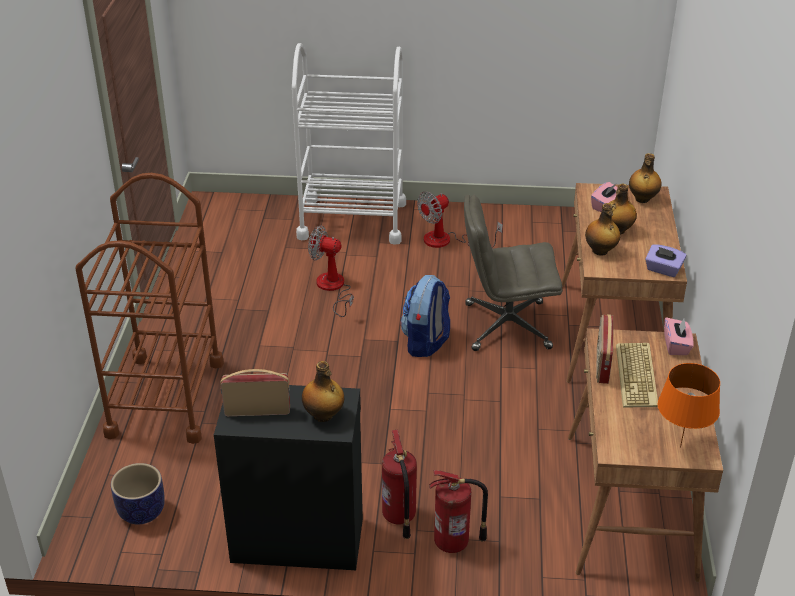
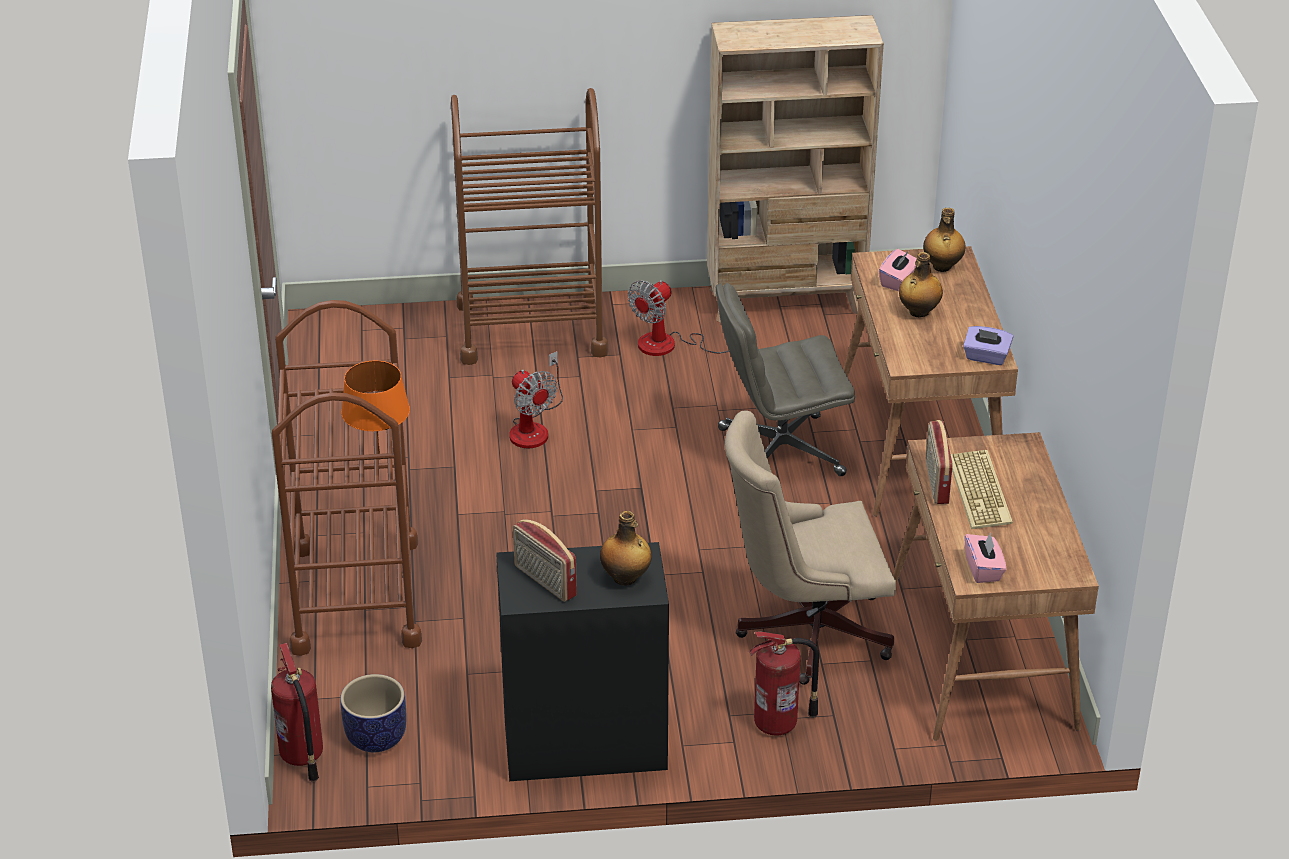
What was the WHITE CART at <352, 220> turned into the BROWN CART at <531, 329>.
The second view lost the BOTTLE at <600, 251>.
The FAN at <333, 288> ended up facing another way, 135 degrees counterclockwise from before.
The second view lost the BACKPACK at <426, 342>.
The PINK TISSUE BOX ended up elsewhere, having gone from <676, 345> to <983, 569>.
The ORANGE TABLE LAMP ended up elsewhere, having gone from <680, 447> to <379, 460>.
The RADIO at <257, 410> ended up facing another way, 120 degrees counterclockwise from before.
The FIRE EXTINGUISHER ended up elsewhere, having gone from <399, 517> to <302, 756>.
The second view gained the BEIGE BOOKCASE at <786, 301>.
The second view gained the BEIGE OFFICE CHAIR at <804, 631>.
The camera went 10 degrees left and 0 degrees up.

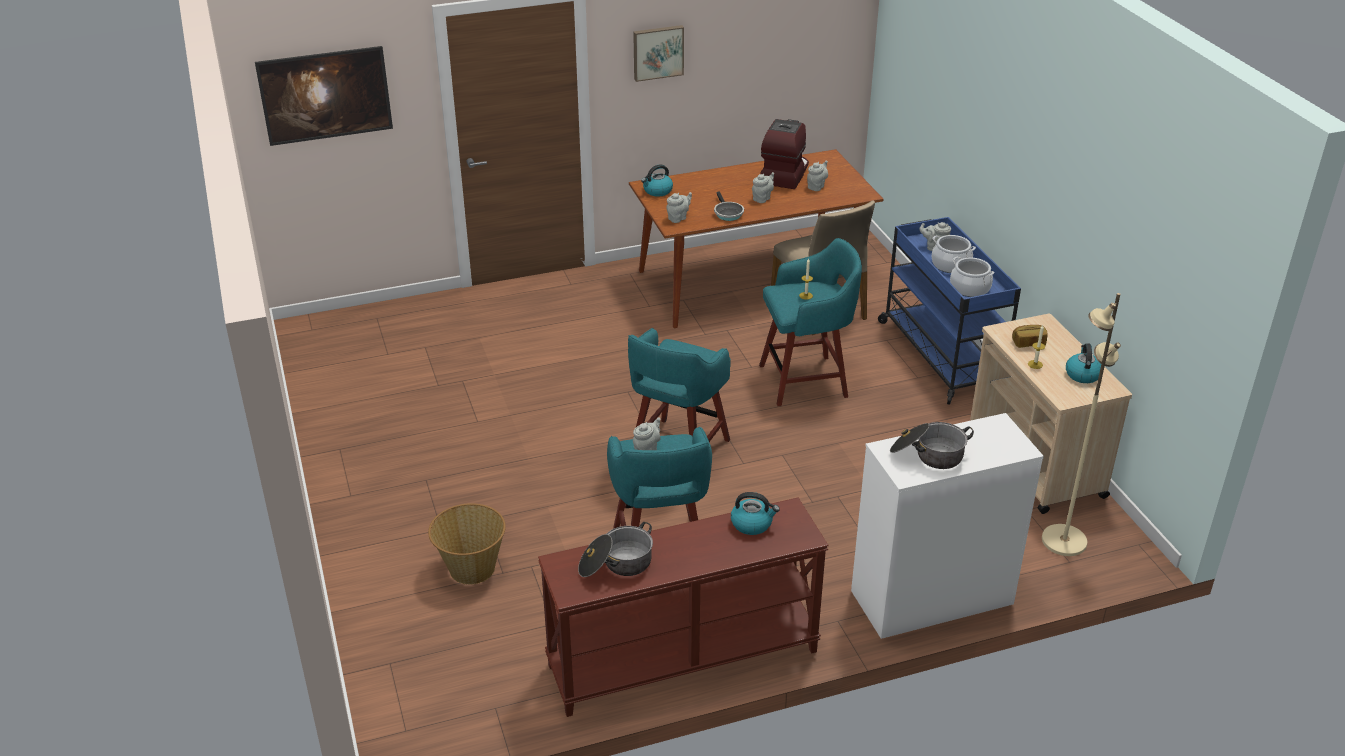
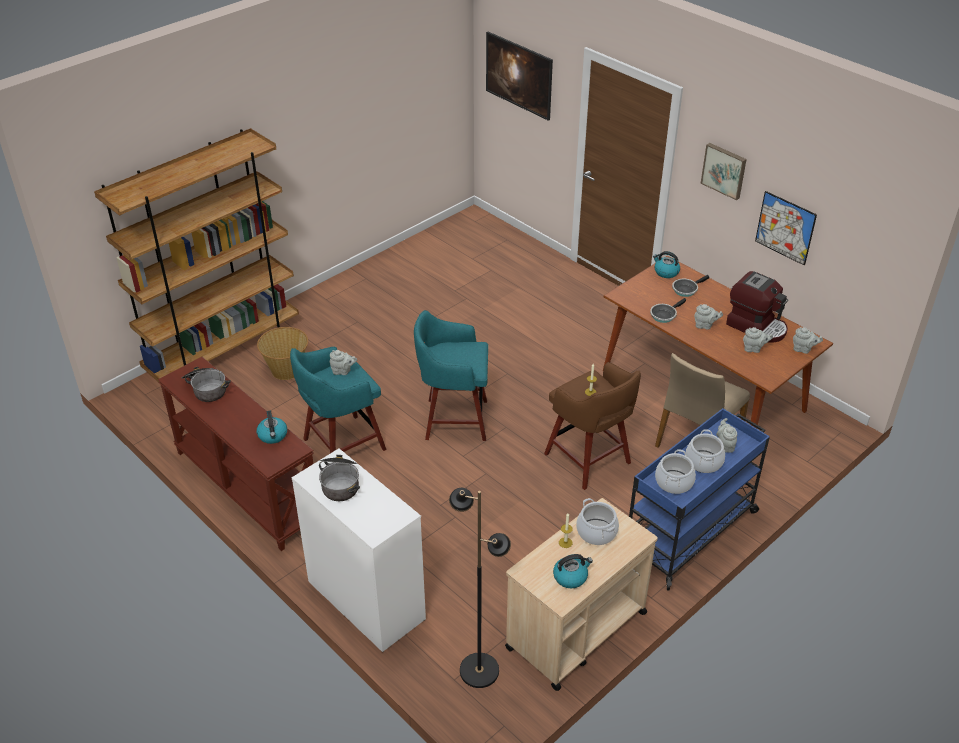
The COFFEE MACHINE at <784, 174> ended up facing another way, 45 degrees clockwise from before.
The GREY TEAPOT ended up elsewhere, having gone from <678, 218> to <803, 349>.
What was the TURQUOISE STOOL at <806, 381> turned into the BROWN STOOL at <589, 460>.
What was the BEIGE FLOOR LAMP at <1063, 540> turned into the BLACK FLOOR LAMP at <479, 670>.
Where the BREAD stood at <1028, 343>, the COOKING POT came to stand at <596, 532>.
The second view gained the BROWN BOOKCASE at <224, 351>.
The second view gained the PICTURE at <785, 228>.
The second view gained the FRYING PAN at <686, 289>.
The camera went 65 degrees right and 5 degrees up.

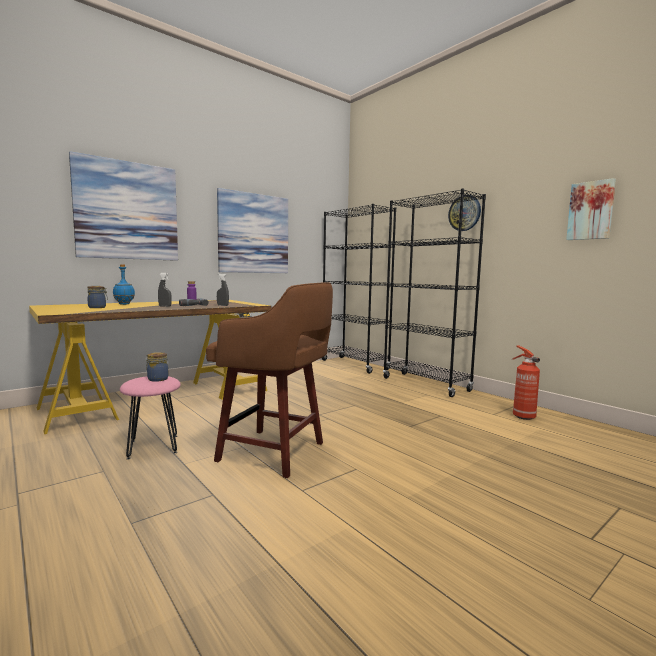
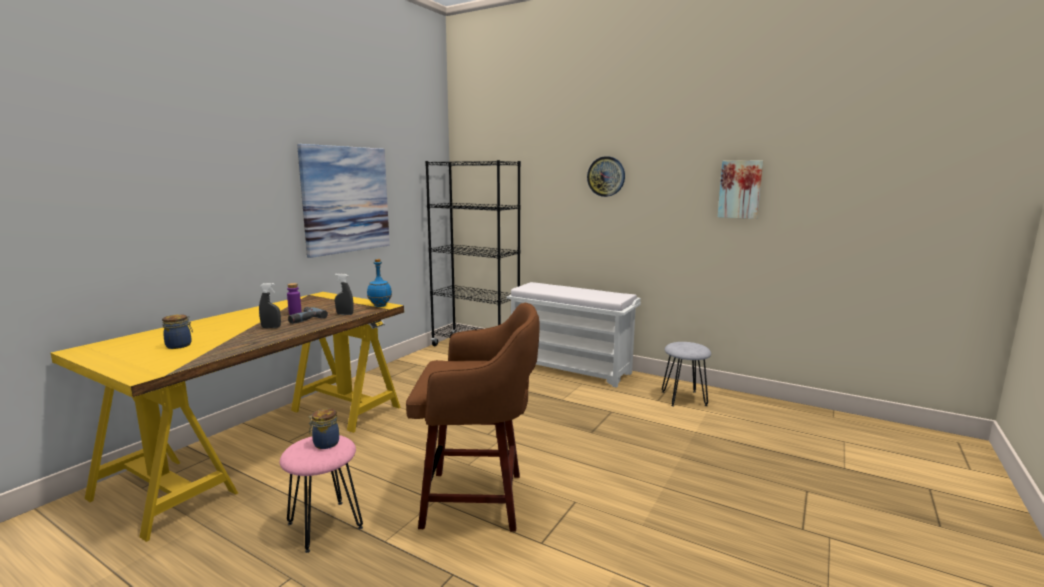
The second view lost the PICTURE at <127, 211>.
Where the BLACK BOOKCASE stood at <425, 384>, the WHITE BENCH came to stand at <571, 368>.
The BLUE BOTTLE ended up elsewhere, having gone from <124, 304> to <379, 306>.
Where the FIRE EXTINGUISHER stood at <522, 416>, the GREY STOOL came to stand at <684, 398>.
The camera went 20 degrees left and 5 degrees up.

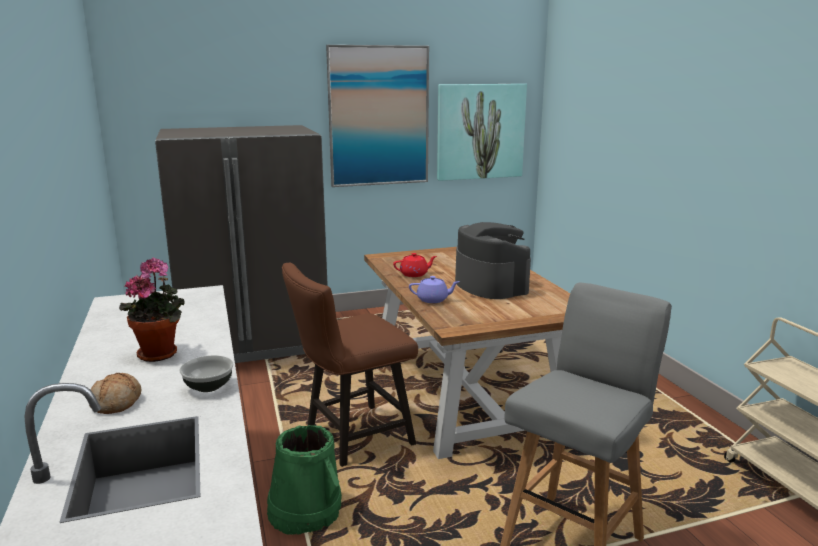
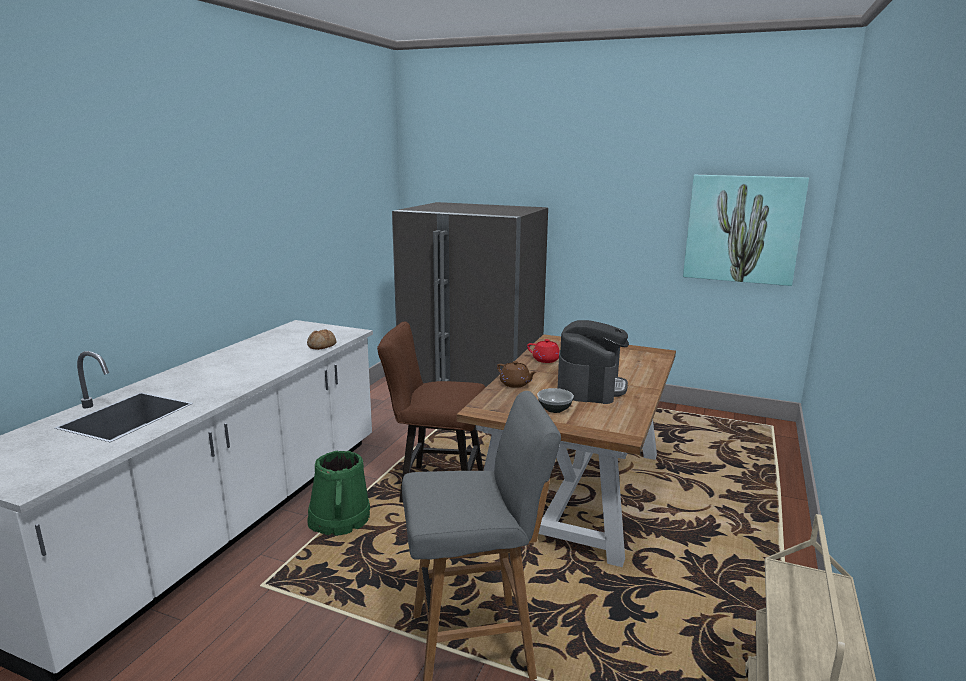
The second view lost the PICTURE at <379, 116>.
The second view lost the POTTED PLANT at <160, 353>.
What was the PURPLE TEAPOT at <433, 300> turned into the BROWN TEAPOT at <515, 384>.
The BOWL ended up elsewhere, having gone from <208, 386> to <554, 409>.
The BREAD ended up elsewhere, having gone from <117, 403> to <322, 346>.
The camera went 40 degrees right and 0 degrees up.

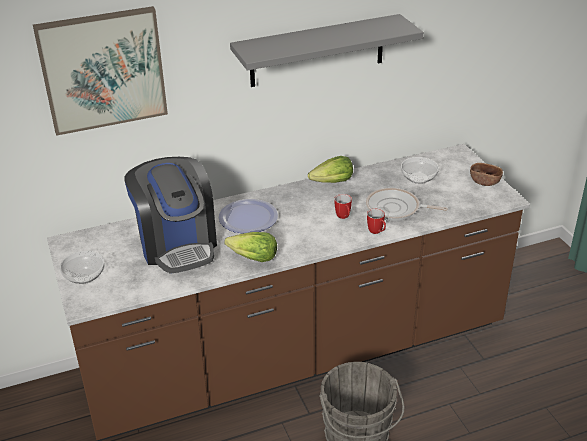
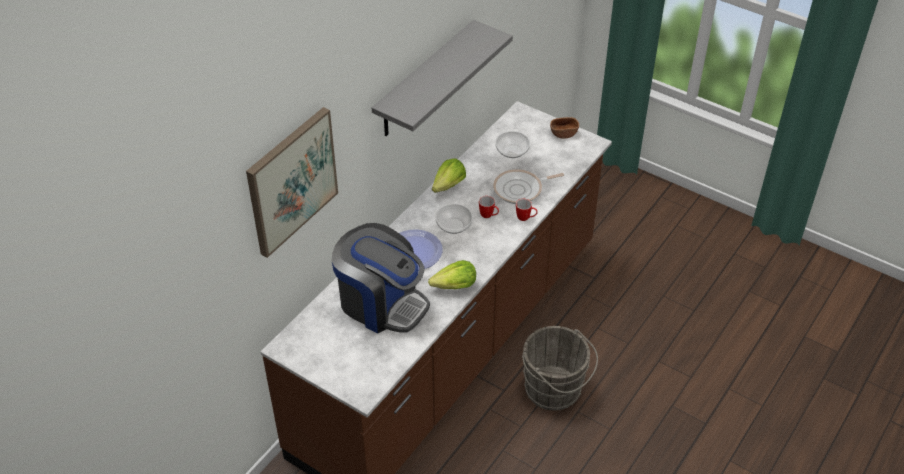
The BOWL ended up elsewhere, having gone from <84, 276> to <453, 226>.
The camera went 35 degrees left and 10 degrees up.

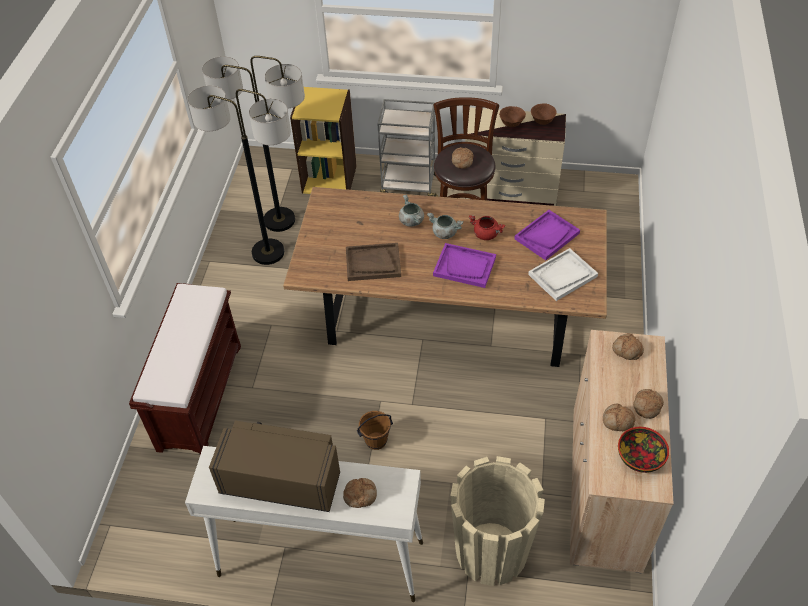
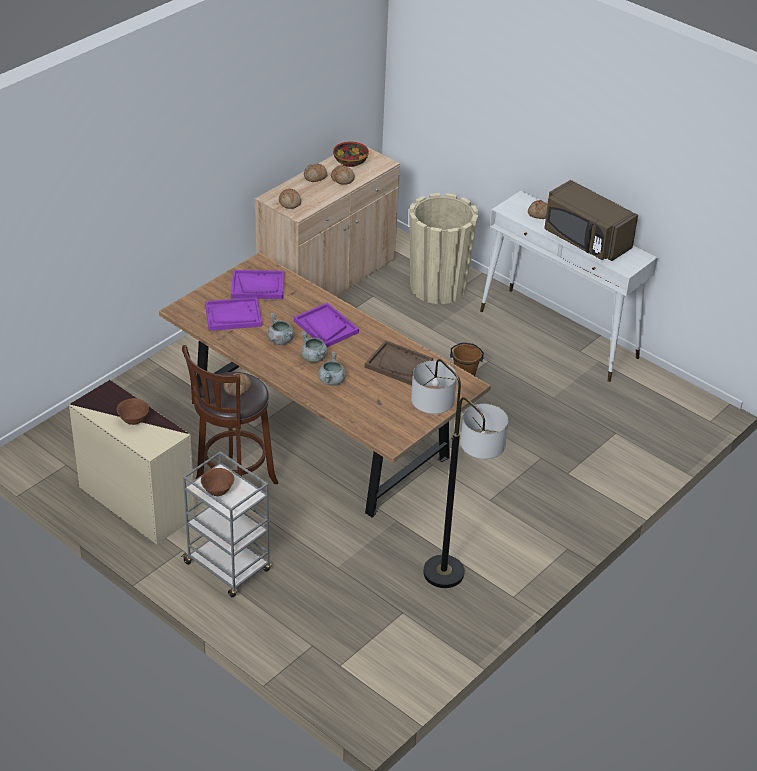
The second view lost the FLOOR LAMP at <279, 220>.
The second view lost the YELLOW BOOKCASE at <329, 179>.
The BROWN BOWL ended up elsewhere, having gone from <542, 122> to <218, 491>.
What was the RED COOKING POT at <486, 234> turned into the GREY COOKING POT at <280, 340>.
What was the WHITE TRAY at <562, 276> turned into the PURPLE TRAY at <258, 286>.
The second view lost the BROWN BENCH at <200, 395>.
The camera went 150 degrees left and 10 degrees down.

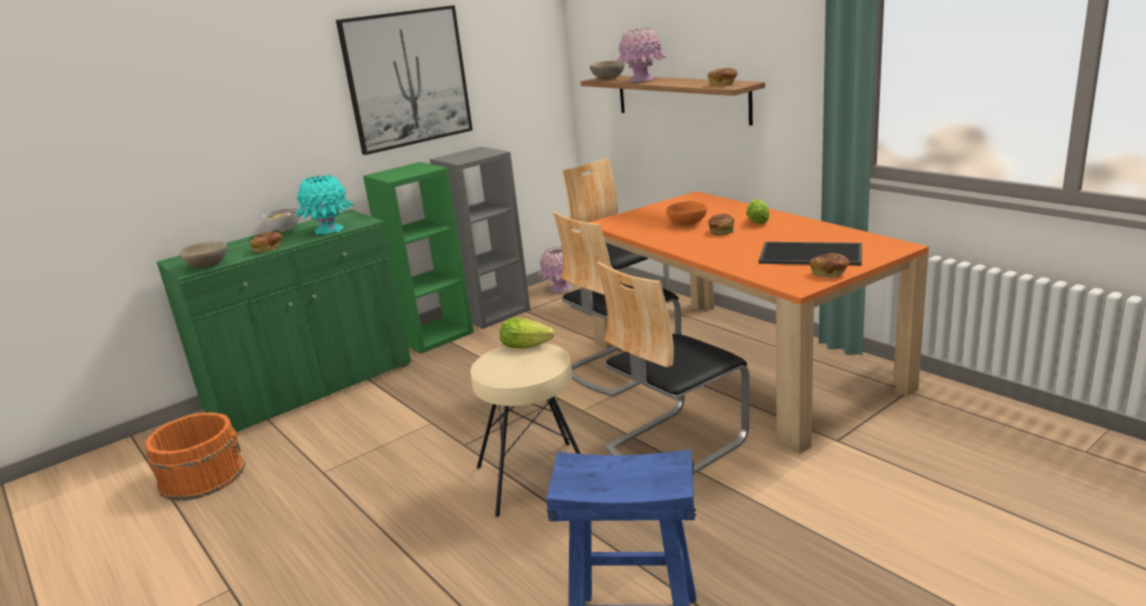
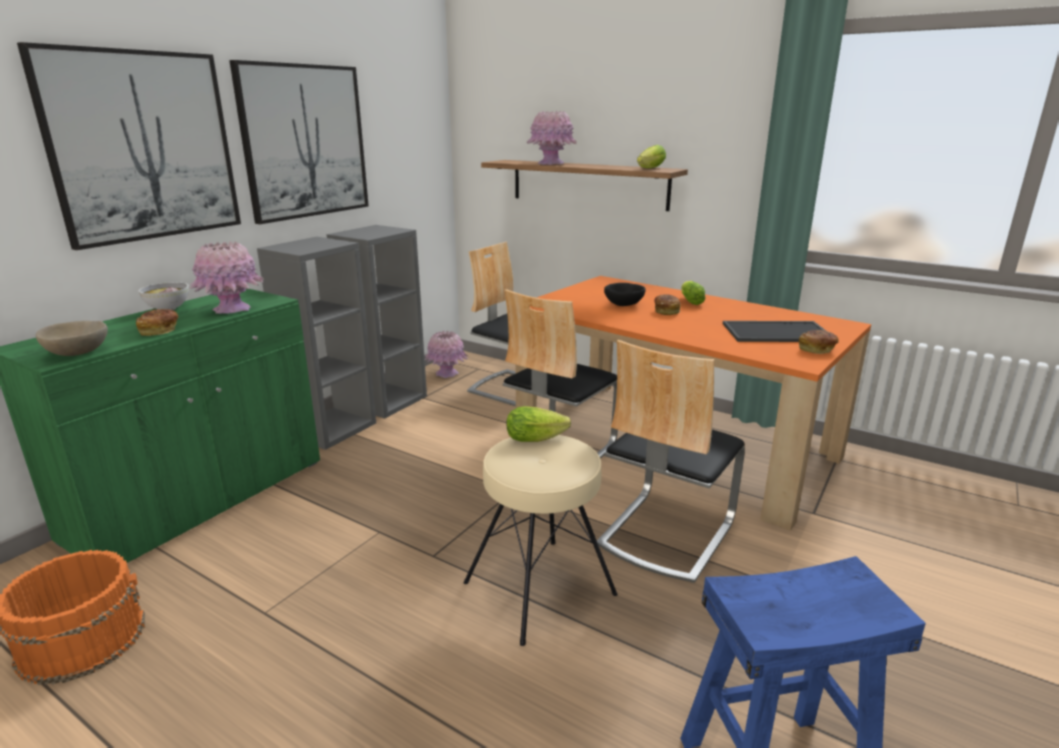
The second view lost the BEIGE BOWL at <607, 79>.
Where the BREAD stood at <723, 84>, the LETTUCE came to stand at <649, 169>.
What was the GREEN BOOKCASE at <434, 335> turned into the GREY BOOKCASE at <332, 428>.
What was the TURQUOISE VASE at <329, 230> turned into the PINK VASE at <232, 309>.
What was the ORANGE BOWL at <687, 223> turned into the BLACK BOWL at <624, 304>.
The second view gained the PICTURE at <143, 147>.
The camera went 20 degrees left and 0 degrees up.

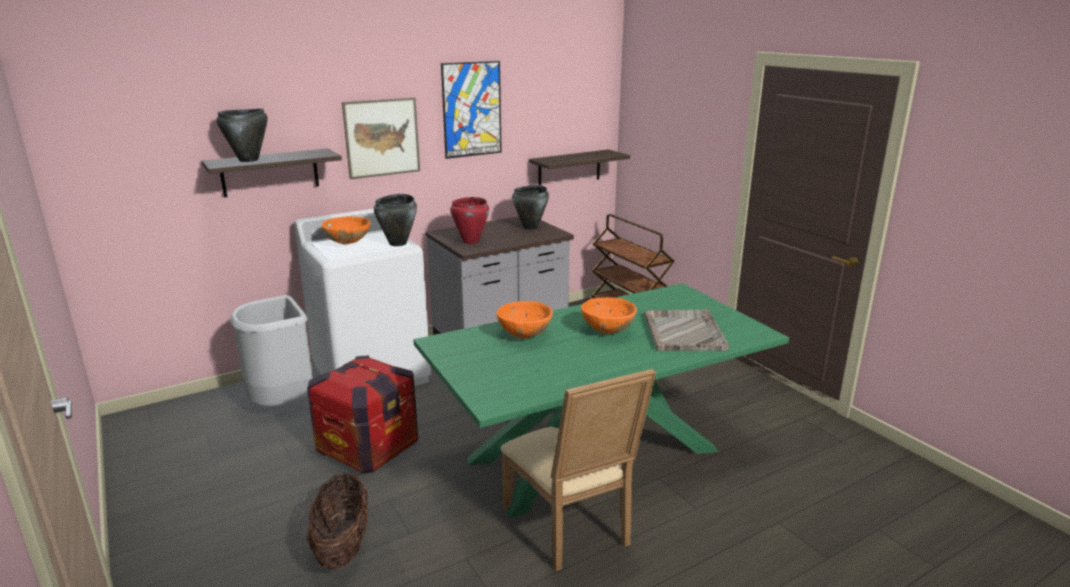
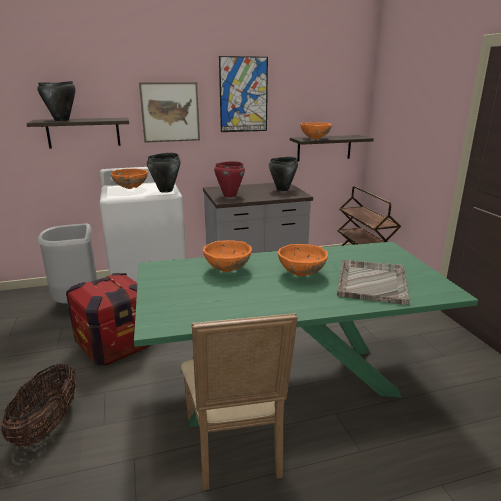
The second view gained the ORANGE BOWL at <315, 139>.
The camera went 15 degrees right and 0 degrees up.

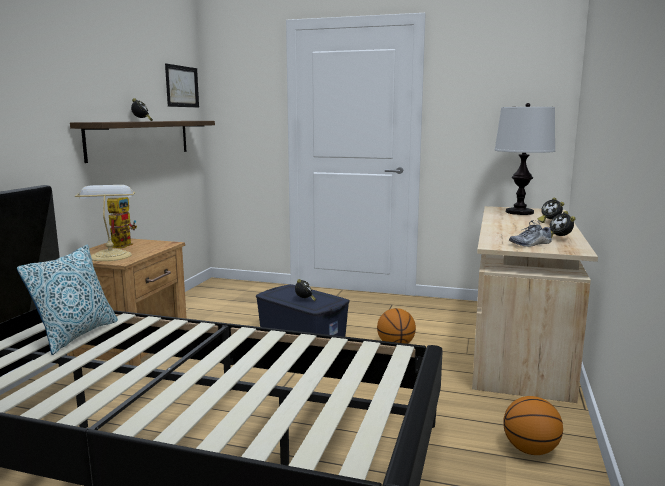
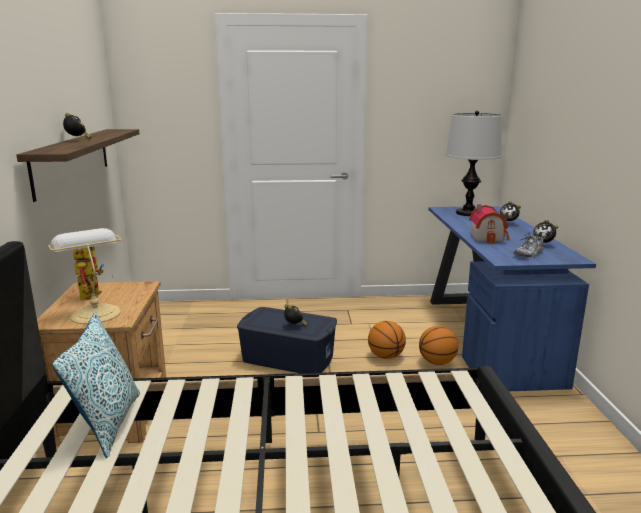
The second view lost the PICTURE at <182, 86>.
What was the BEIGE DESK at <520, 344> turned into the BLUE DESK at <487, 336>.
The BASKETBALL ended up elsewhere, having gone from <530, 450> to <437, 362>.
The second view gained the TOY HOUSE at <488, 237>.
The camera went 20 degrees left and 5 degrees up.

